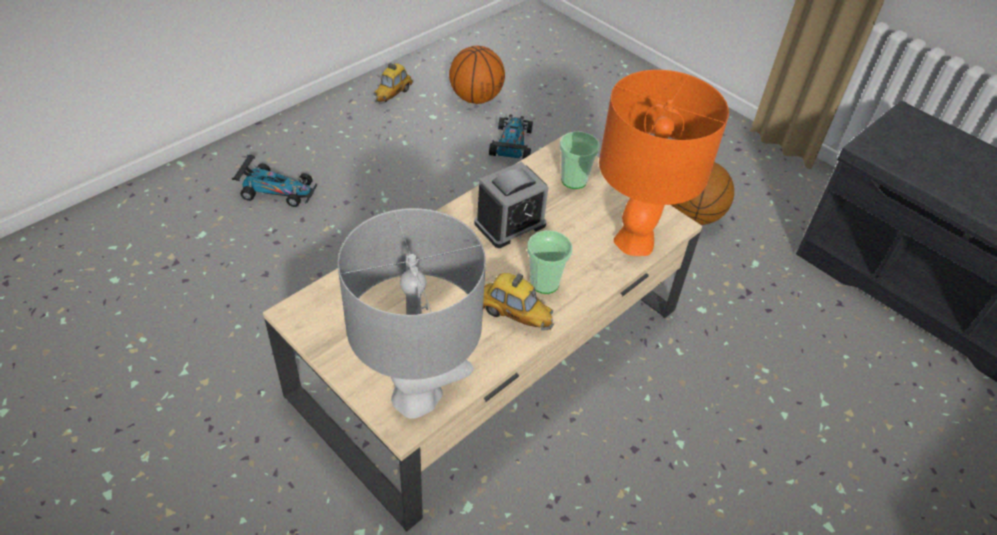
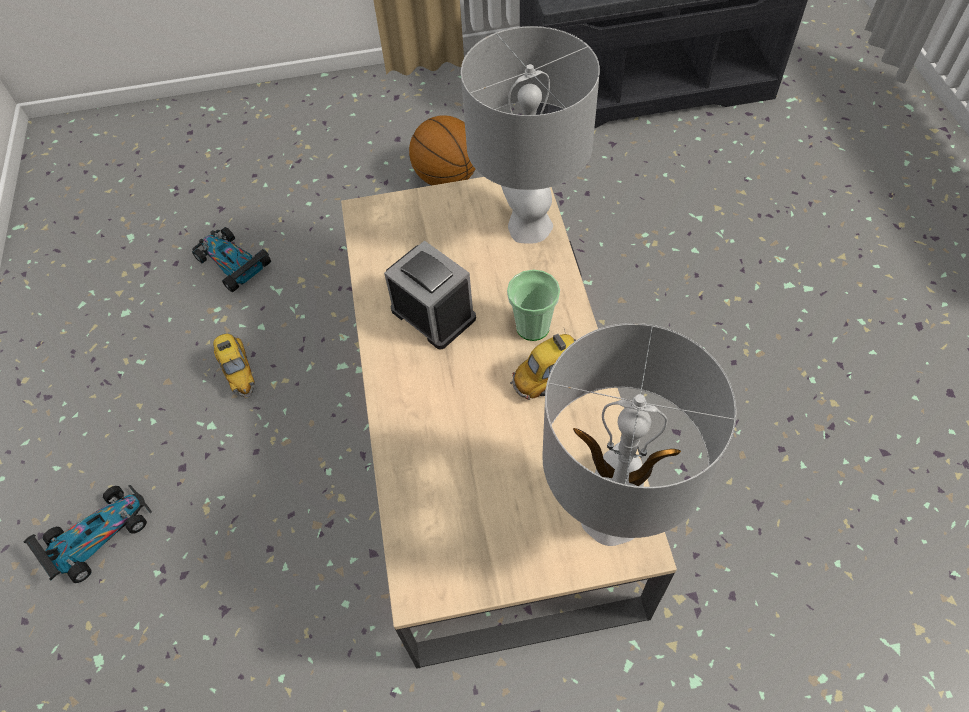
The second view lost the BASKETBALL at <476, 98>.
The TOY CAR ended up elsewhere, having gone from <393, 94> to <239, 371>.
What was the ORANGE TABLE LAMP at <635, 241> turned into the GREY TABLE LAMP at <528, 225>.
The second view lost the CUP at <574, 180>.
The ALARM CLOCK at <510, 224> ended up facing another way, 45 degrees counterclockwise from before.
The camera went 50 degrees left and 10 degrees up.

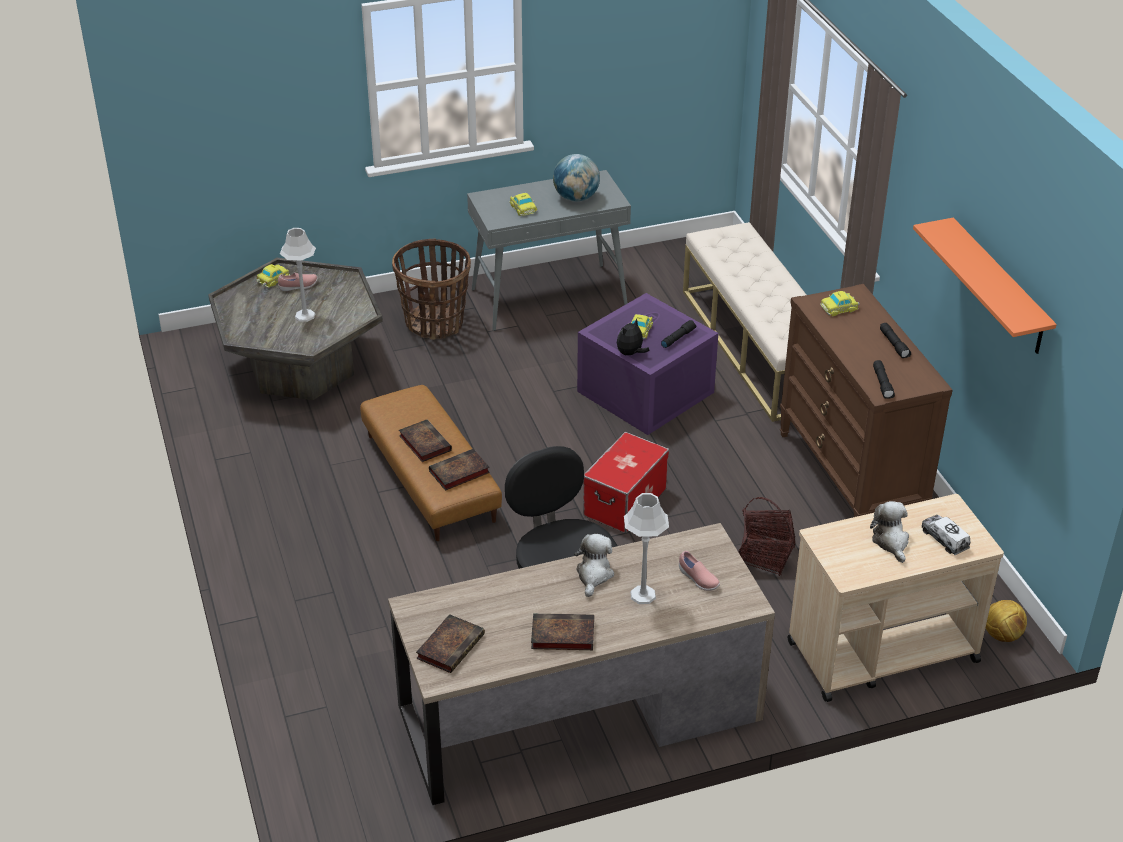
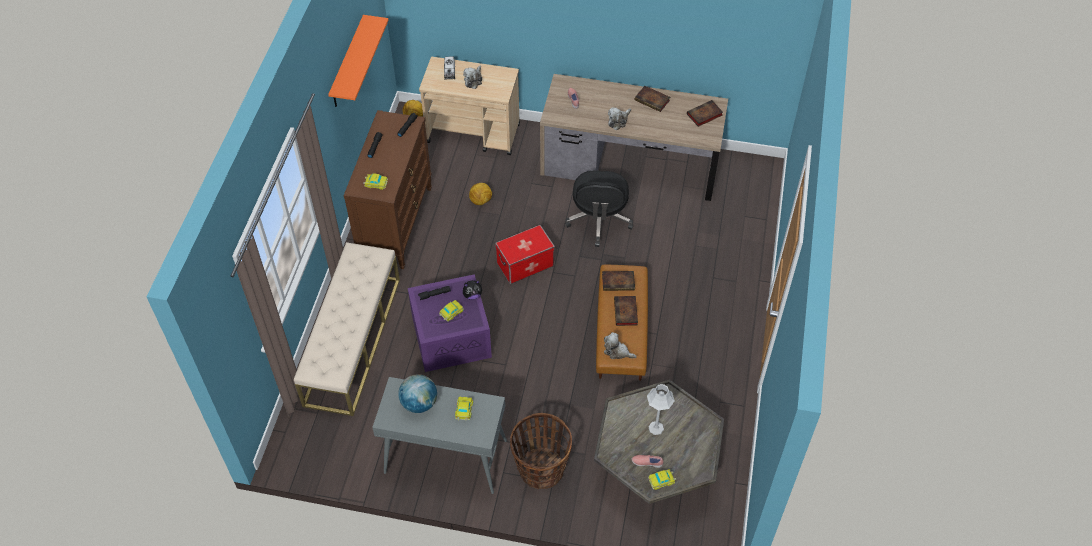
The second view lost the GREY TABLE LAMP at <643, 595>.
Where the BASKET stood at <765, 555>, the FOOTBALL came to stand at <481, 201>.
The second view gained the PLUSH TOY at <617, 351>.
The camera went 150 degrees left and 15 degrees up.

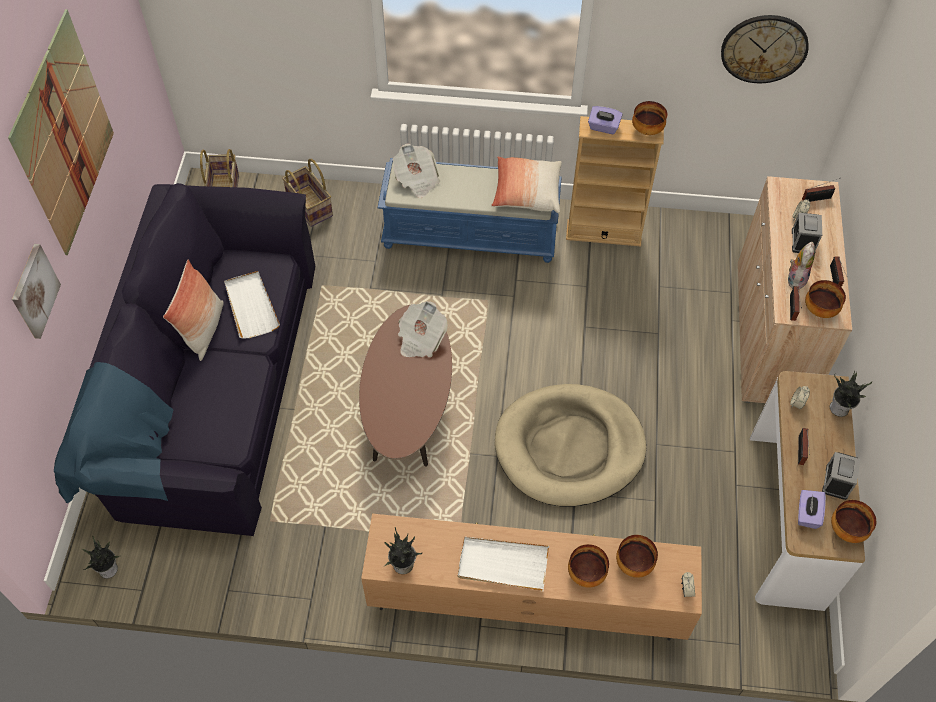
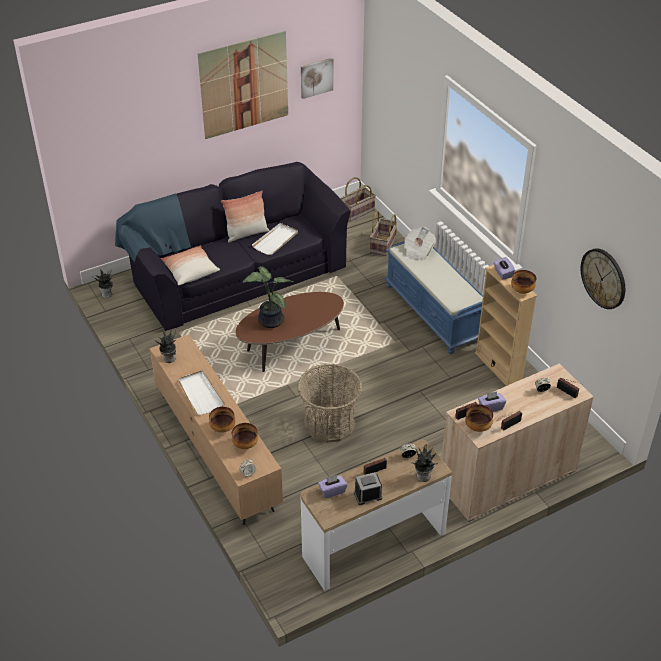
The PILLOW ended up elsewhere, having gone from <526, 193> to <190, 271>.
The second view lost the ALARM CLOCK at <803, 241>.
Where the PLUSH TOY stood at <795, 278>, the PURPLE TISSUE BOX came to stand at <490, 407>.
The PICTURE ended up elsewhere, having gone from <34, 291> to <316, 77>.
The second view lost the NEWSPAPER at <420, 339>.
Where the BEIGE DOG BED stood at <569, 447>, the BASKET came to stand at <329, 423>.
The second view lost the BOWL at <846, 529>.
The second view gained the POTTED PLANT at <269, 320>.
The camera went 55 degrees right and 15 degrees down.

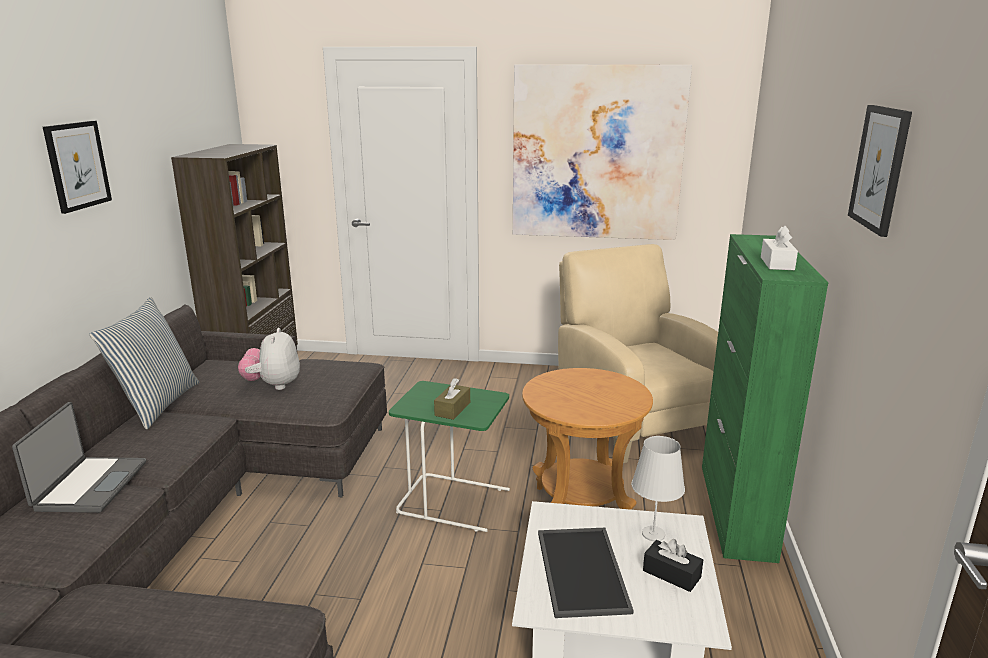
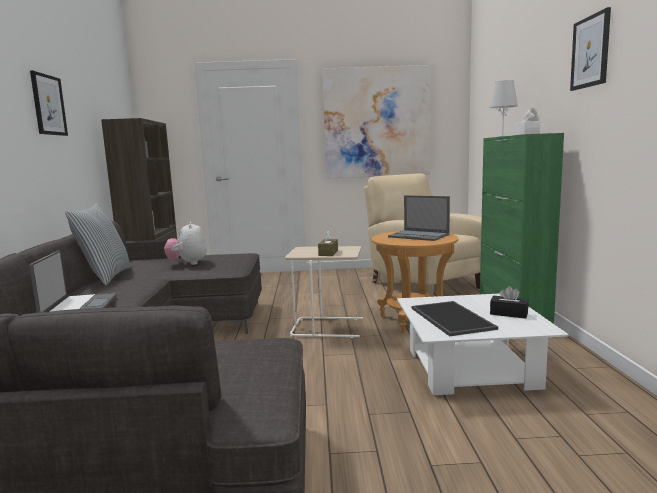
What was the GREEN SIDE TABLE at <454, 501> turned into the BEIGE SIDE TABLE at <328, 327>.
The WHITE TABLE LAMP ended up elsewhere, having gone from <653, 534> to <502, 137>.
The second view gained the LAPTOP at <419, 236>.
The camera went 10 degrees left and 10 degrees down.

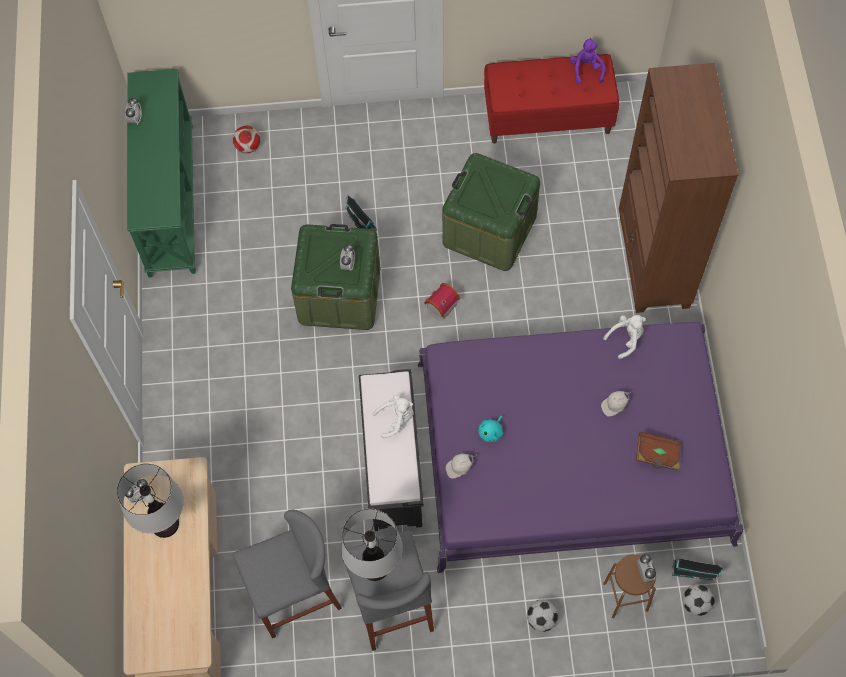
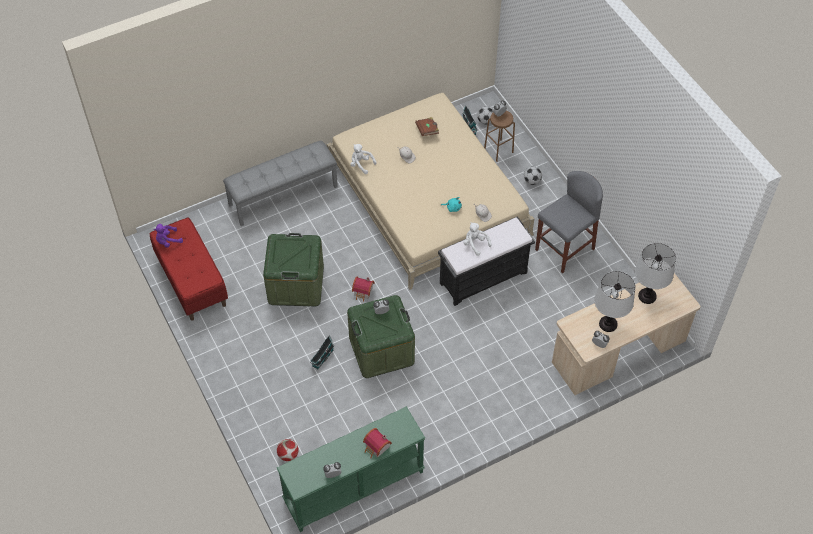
Where the BROWN BOOKCASE stood at <653, 262>, the GREY BENCH came to stand at <283, 195>.
What was the PURPLE BED at <572, 451> turned into the BEIGE BED at <427, 197>.
The TABLE LAMP ended up elsewhere, having gone from <374, 567> to <647, 296>.
The second view lost the GREY STOOL at <295, 595>.
The second view gained the TOY HOUSE at <377, 448>.
The camera went 115 degrees left and 10 degrees down.

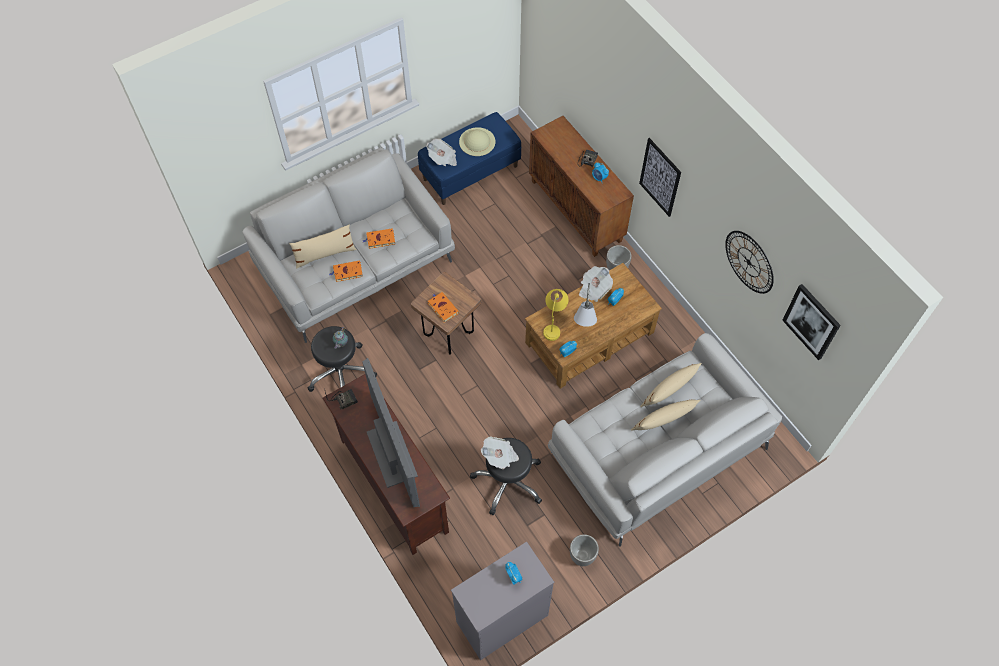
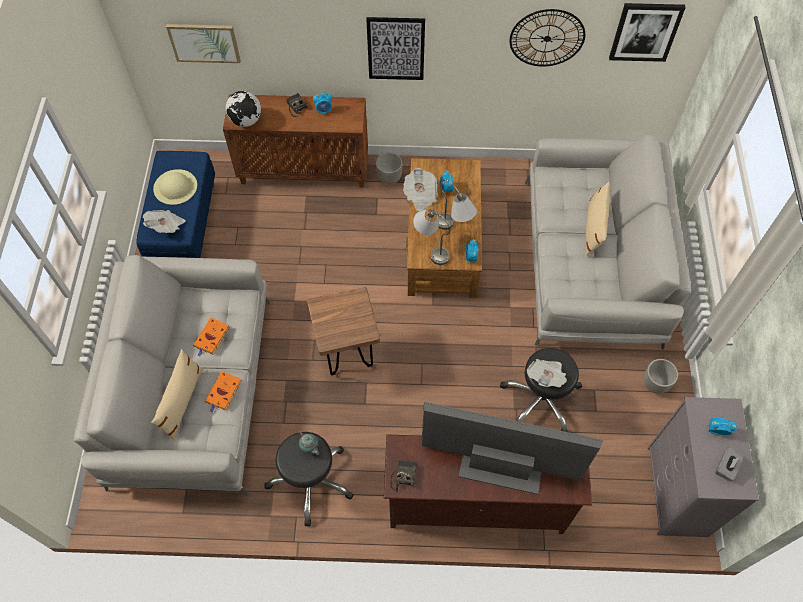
What was the YELLOW TABLE LAMP at <554, 323> turned into the GREY TABLE LAMP at <431, 248>.
The second view lost the ORANGE BOOK at <442, 307>.
The second view lost the BEIGE PILLOW at <669, 392>.
The second view gained the PICTURE at <204, 42>.
The second view gained the GLOBE at <246, 121>.
The second view gained the GREY TISSUE BOX at <726, 468>.
The camera went 55 degrees left and 0 degrees up.

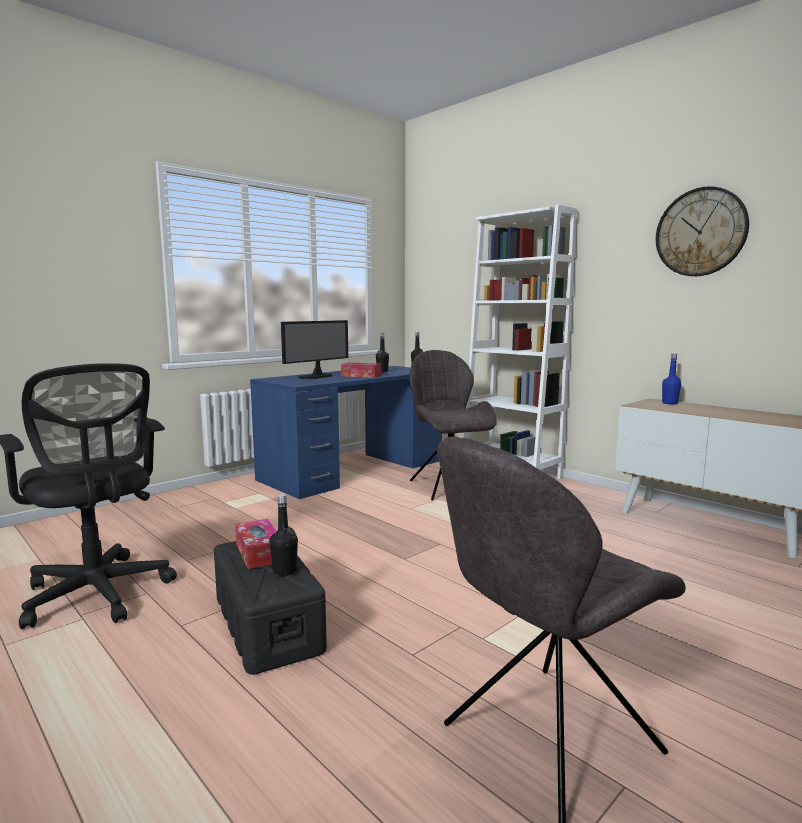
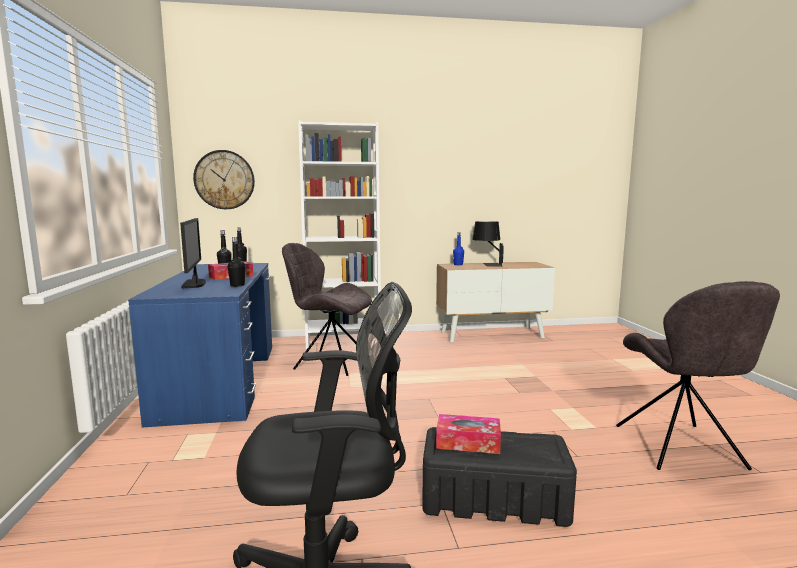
The WALL CLOCK ended up elsewhere, having gone from <700, 232> to <224, 180>.
The BLACK BOTTLE ended up elsewhere, having gone from <284, 571> to <237, 285>.
The second view gained the BLACK TABLE LAMP at <487, 264>.
The camera went 55 degrees left and 0 degrees up.

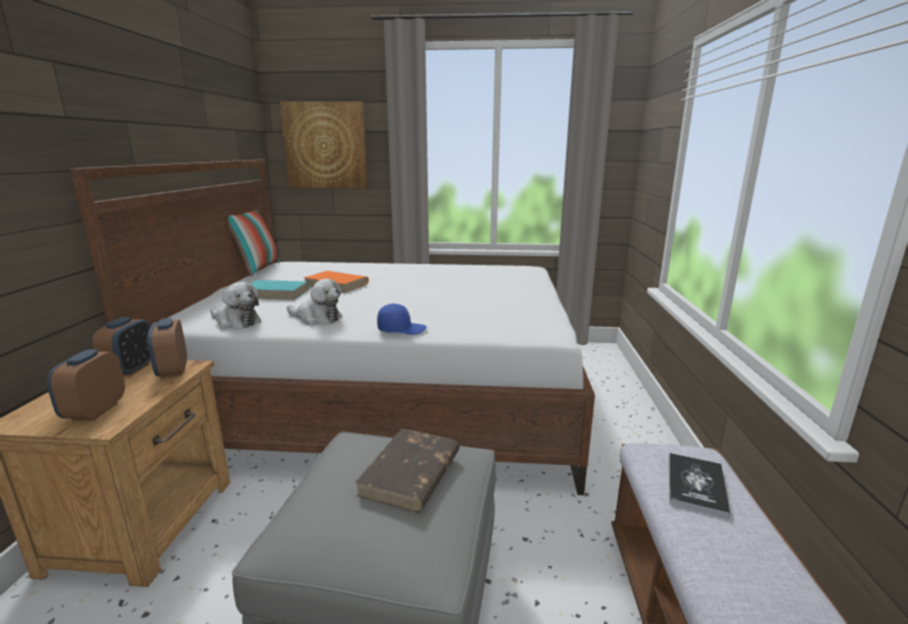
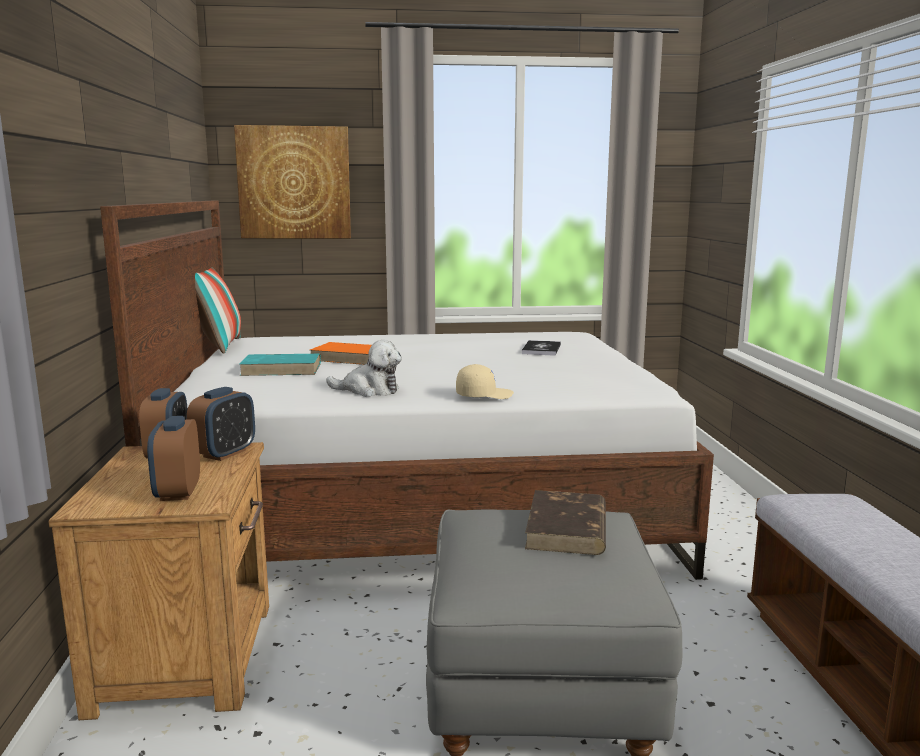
The second view lost the PLUSH TOY at <236, 322>.
What was the BLUE CAP at <401, 329> turned into the BEIGE CAP at <484, 395>.
The ALARM CLOCK at <172, 371> ended up facing another way, 120 degrees counterclockwise from before.
The BOOK ended up elsewhere, having gone from <696, 485> to <541, 349>.
The camera went 10 degrees left and 5 degrees down.

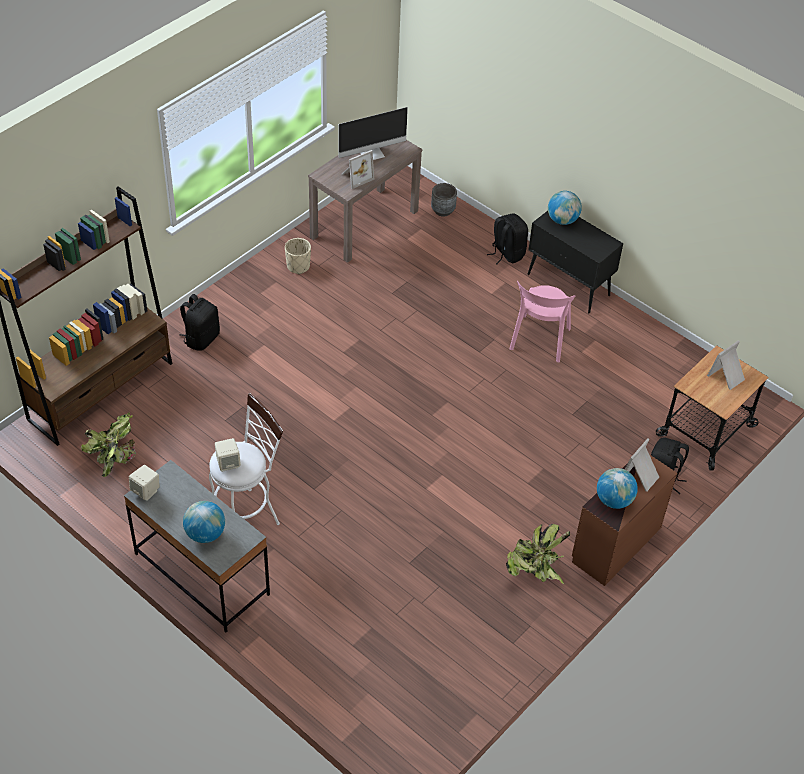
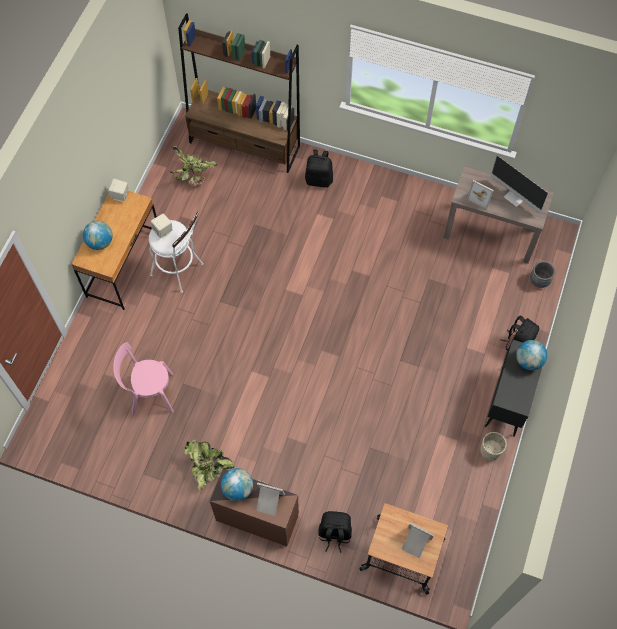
The BEIGE PLANTER ended up elsewhere, having gone from <298, 266> to <490, 451>.
The PINK CHAIR ended up elsewhere, having gone from <539, 341> to <149, 394>.
What was the GREY DESK at <201, 574> turned into the BROWN DESK at <124, 265>.
The camera went 70 degrees right and 15 degrees up.

